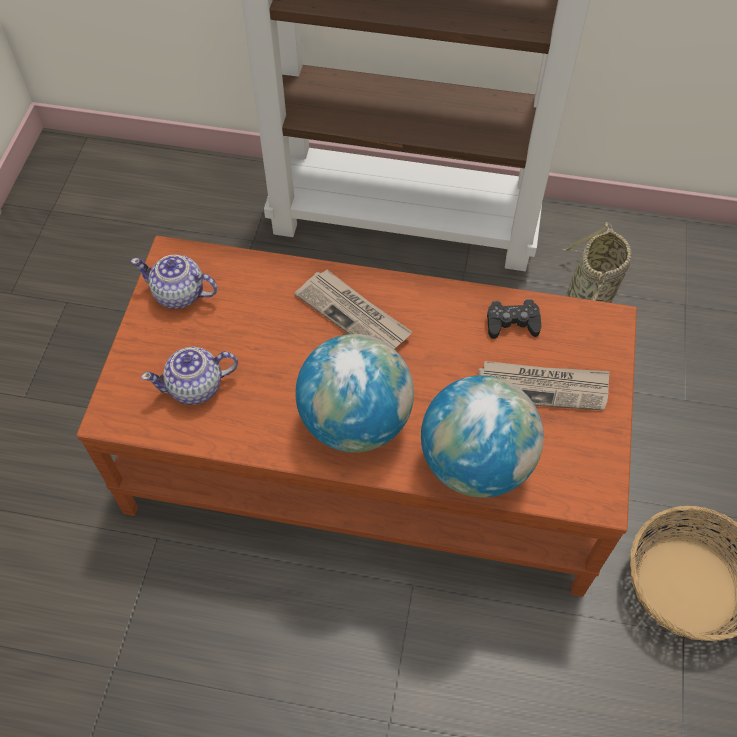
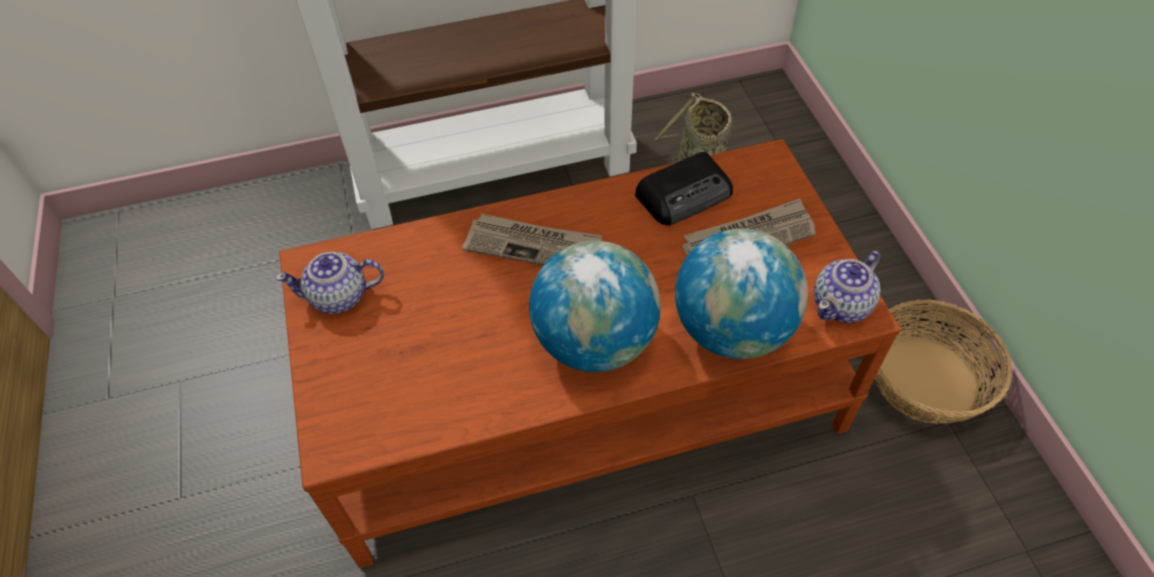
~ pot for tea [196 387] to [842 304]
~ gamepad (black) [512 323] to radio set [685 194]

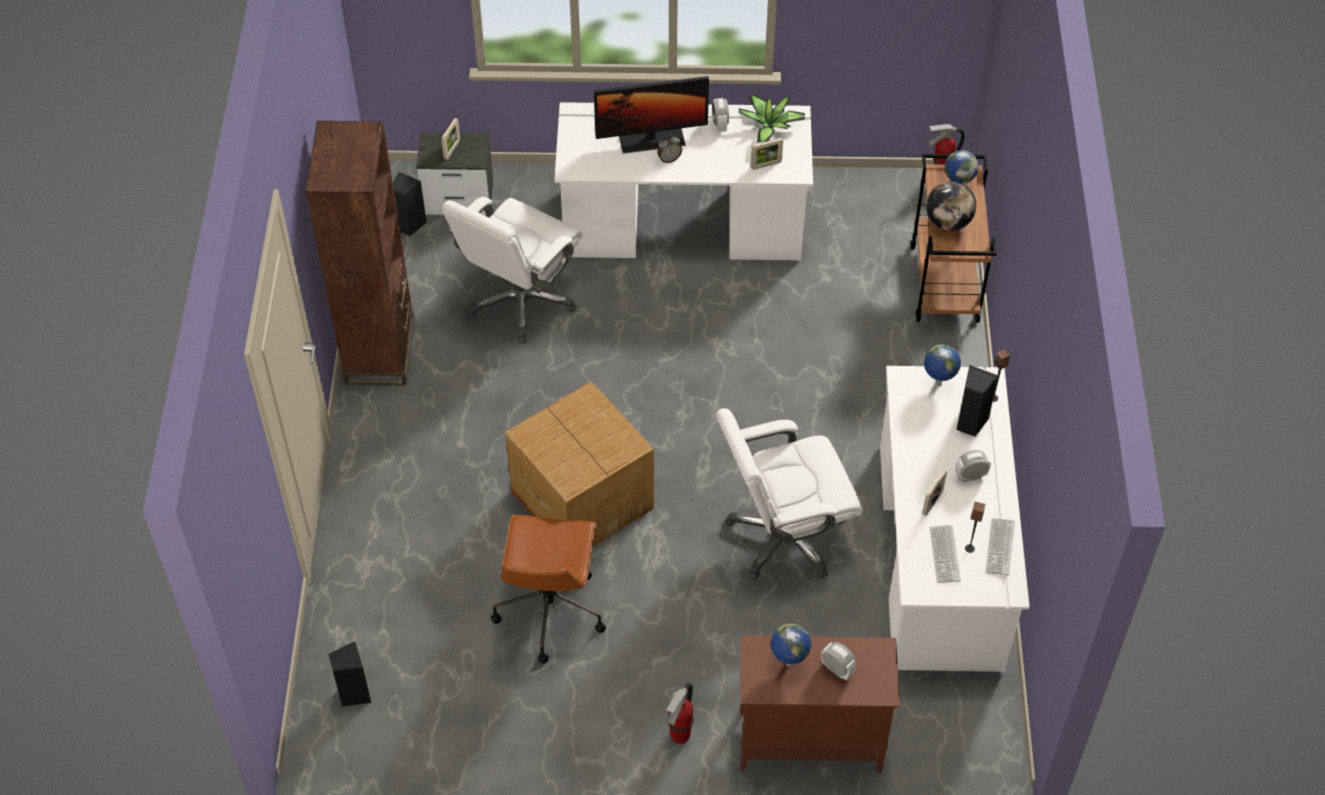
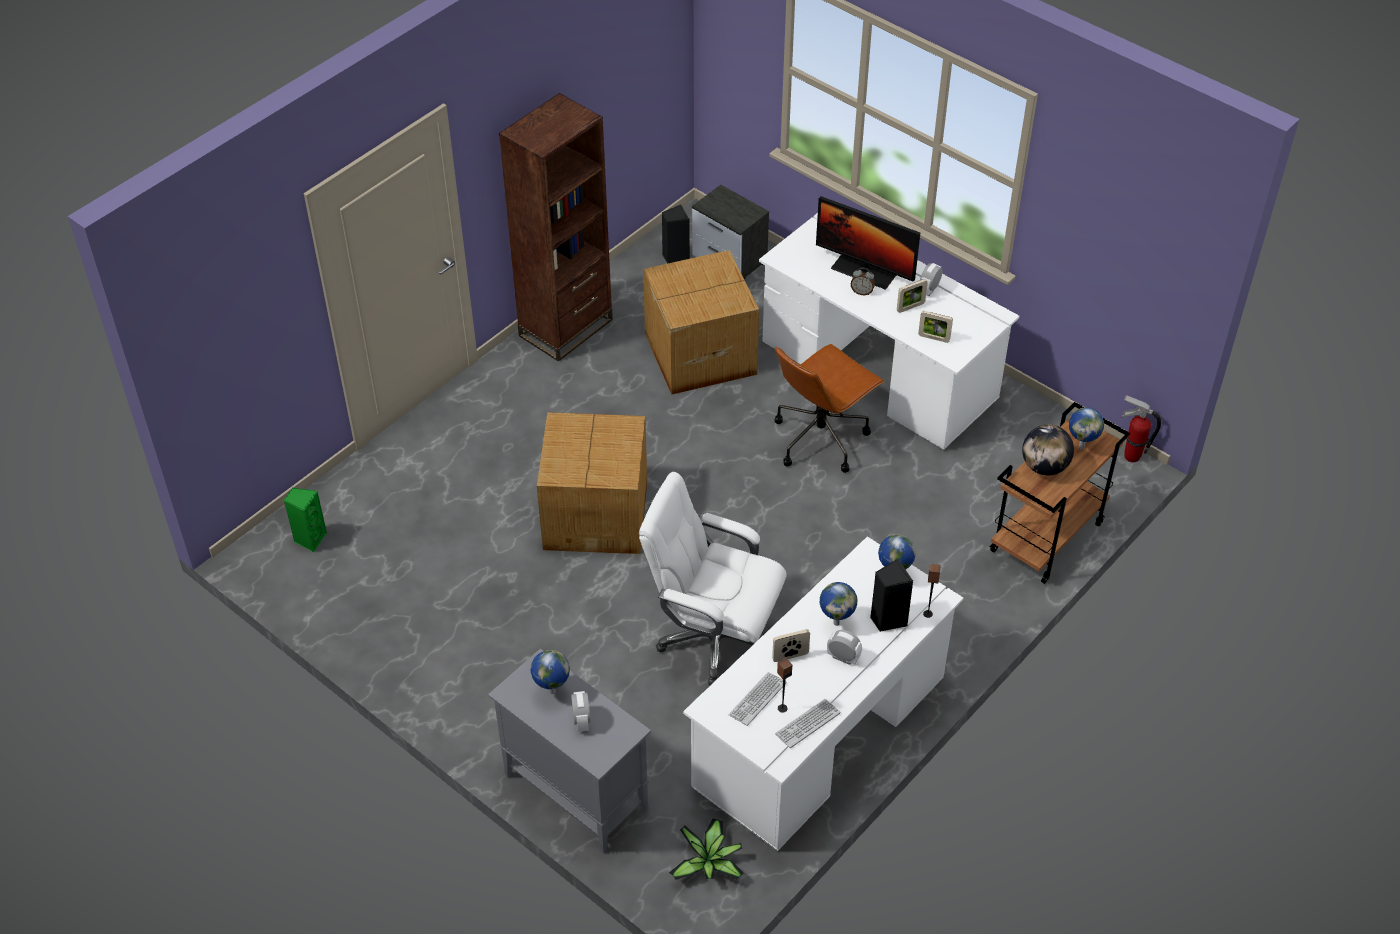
- fire extinguisher [679 736]
+ desk globe [836 622]
~ photo frame [452 149] to [910 307]
~ desk chair (brown-coloured) [550 610] to [821 438]
~ plant in a pot [770 126] to [709 862]
~ desk chair (white-coloured) [520 301] to packing box [698 353]
~ speaker (black) [354 693] to speaker (greenish) [310 539]
~ cabinet (brown-coloured) [808 741] to cabinet (gray) [574 791]

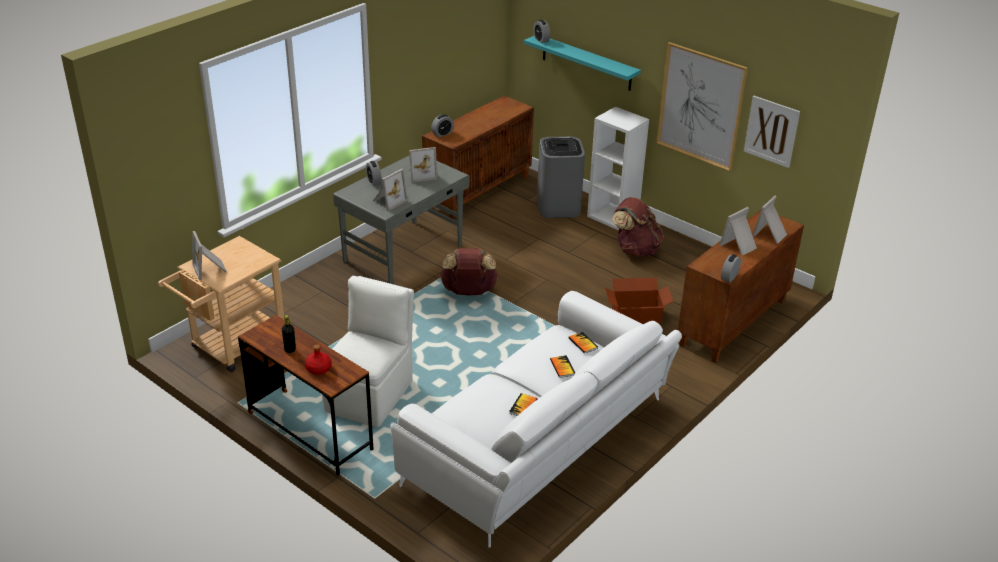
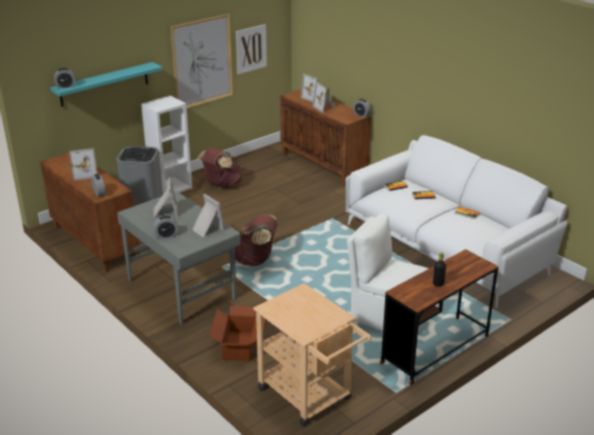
- beverage bottle (red-coloured) [318 368]
~ photo frame [210 269] to [85 174]
~ packing box [635 316] to [239 346]

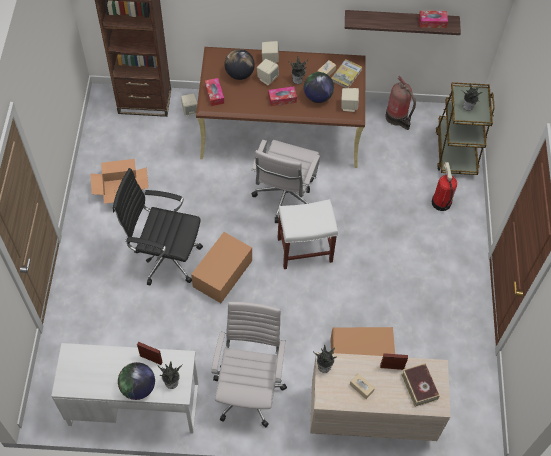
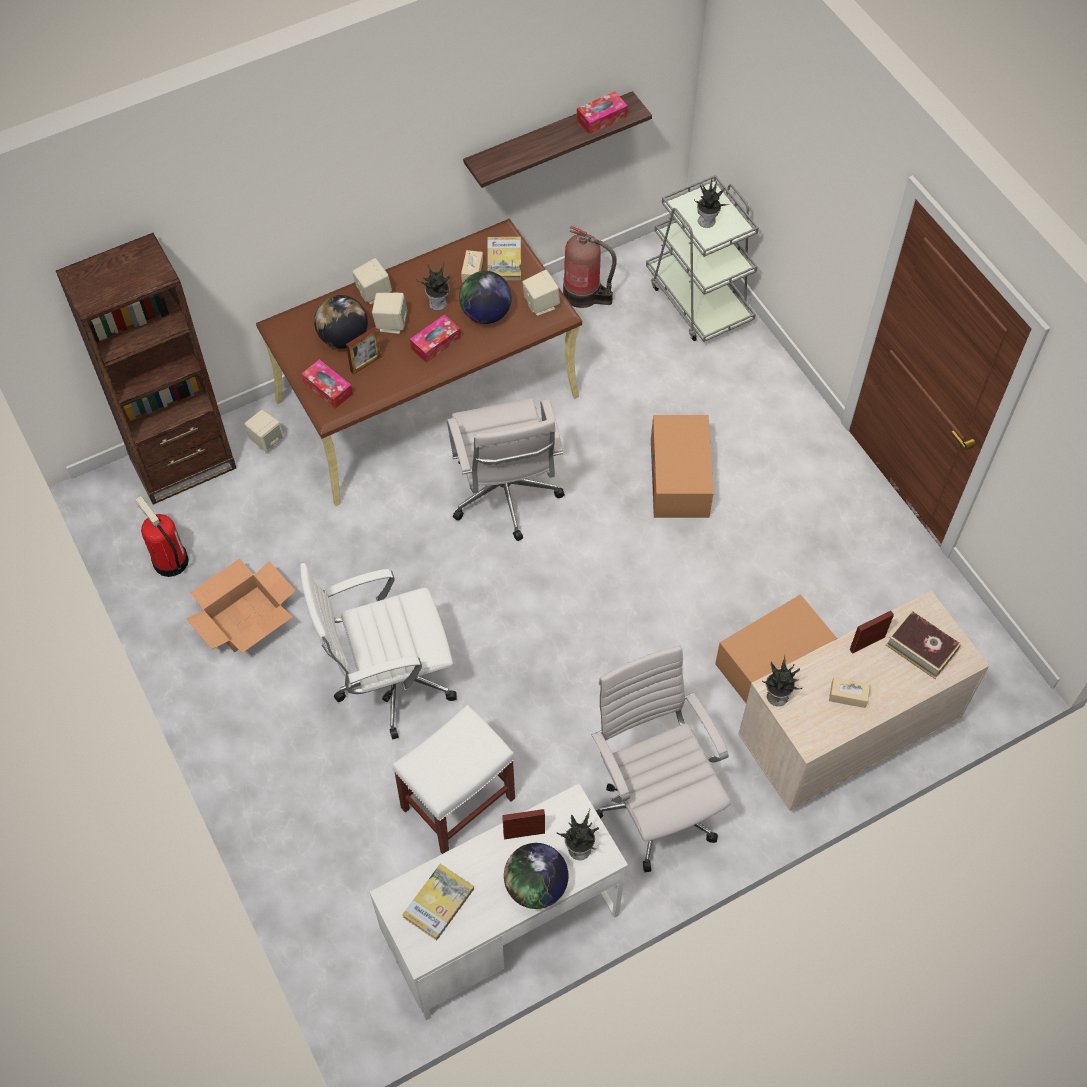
+ photo frame [366 364]
+ book [438 903]
~ packing box [222 273] to [679 478]
~ stool seat (white-coloured) [305 249] to [459 802]
~ fire extinguisher [441 202] to [170 561]
~ desk chair (black) [165 257] to desk chair (white-coloured) [389 683]
~ wheeled cart (brown-coloured) [456 151] to wheeled cart (gray) [699 300]

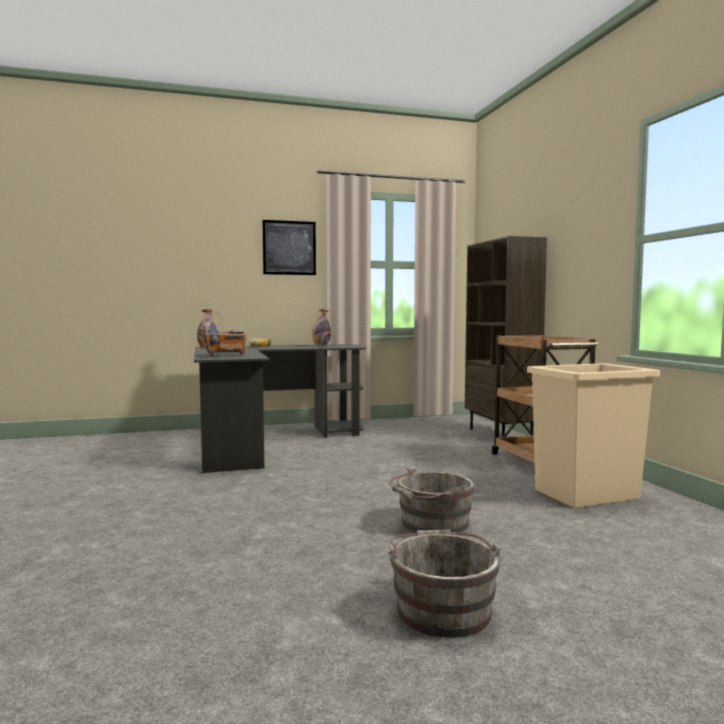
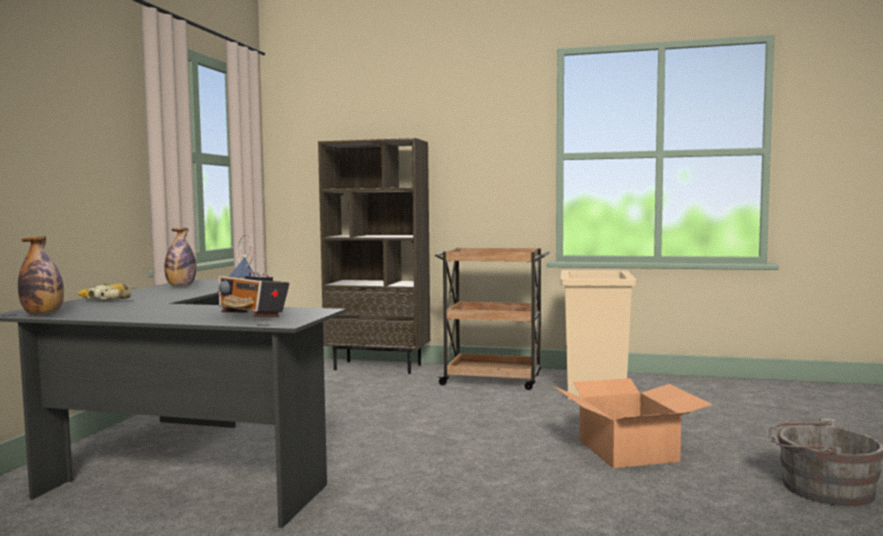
- wall picture [289 248]
~ pail (gray) [431 524] to packing box [628 450]
~ radio set [226 355] = [252 316] 120 degrees clockwise

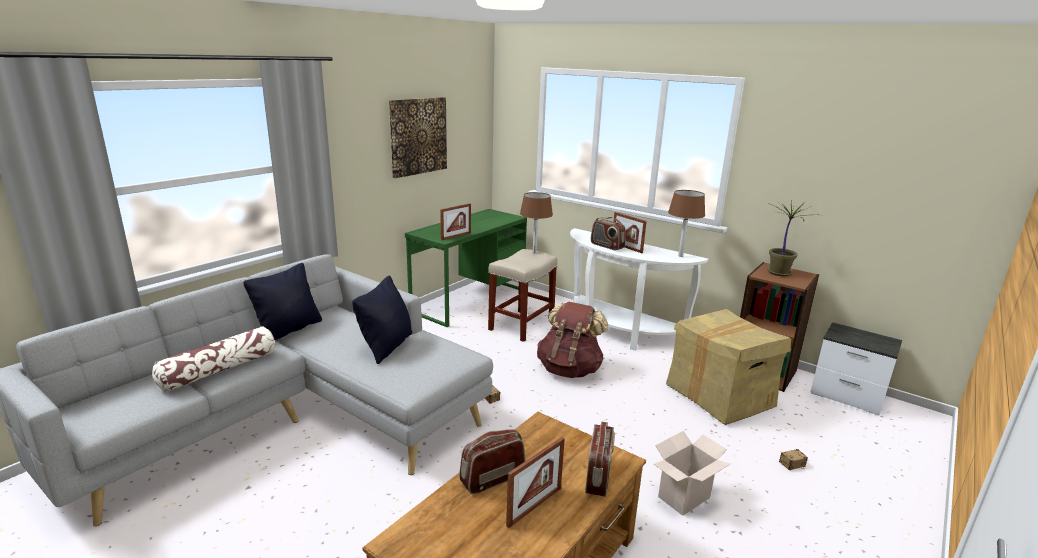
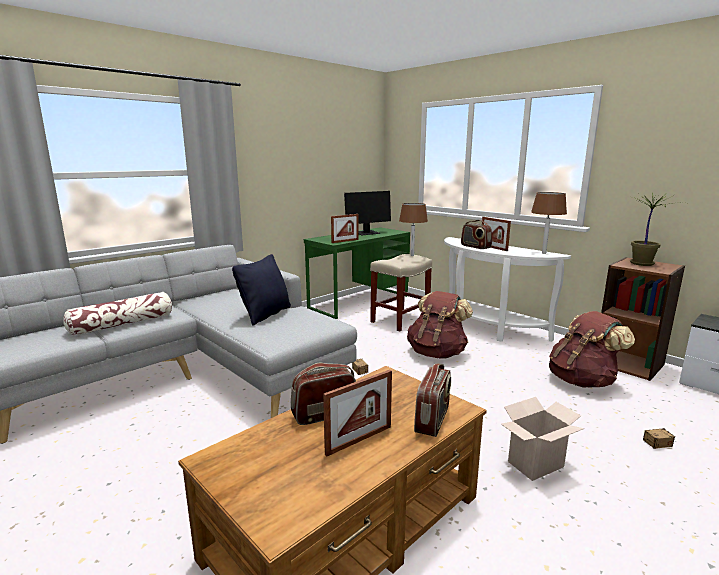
- pillow (black) [289 330]
- wall picture [418 136]
+ computer screen [366 233]
~ packing box [720 396] to backpack (brown-coloured) [582 381]

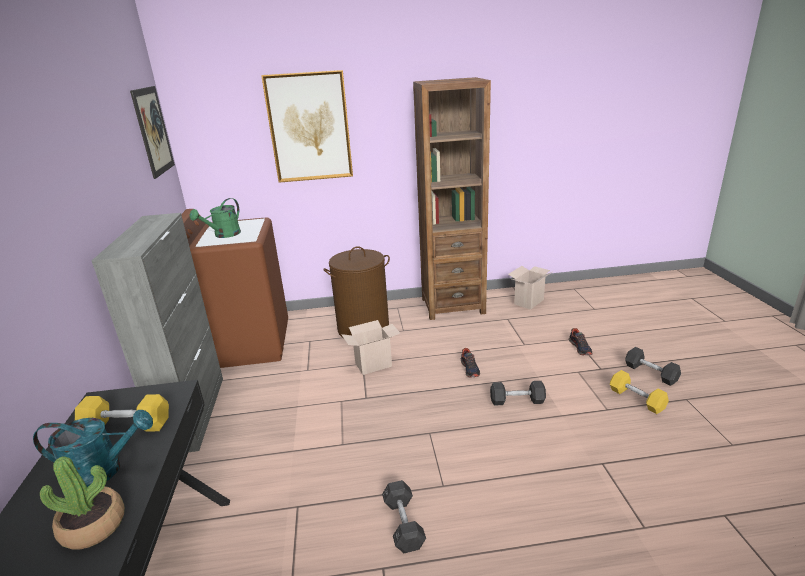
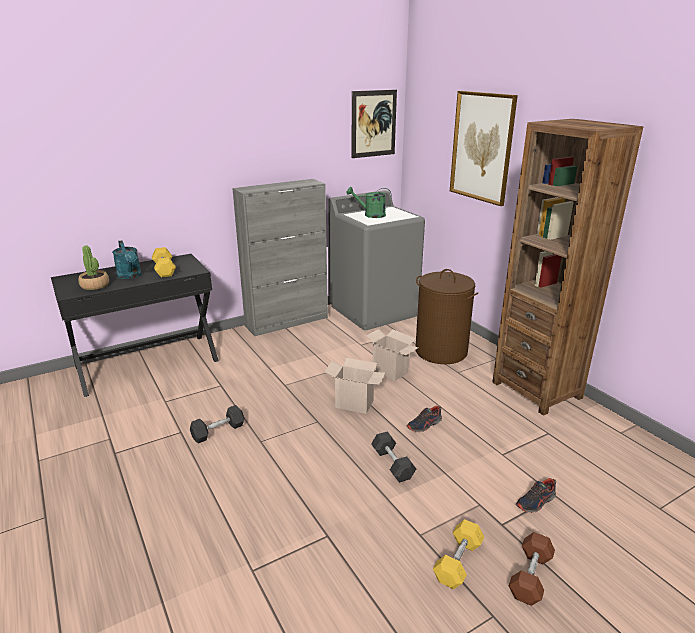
~ packing box [528 301] to [355 404]
~ washing machine (brown-coloured) [246 344] to washing machine (gray) [374 311]
~ free weight (gray) [650 373] to free weight (brown-coloured) [530 576]

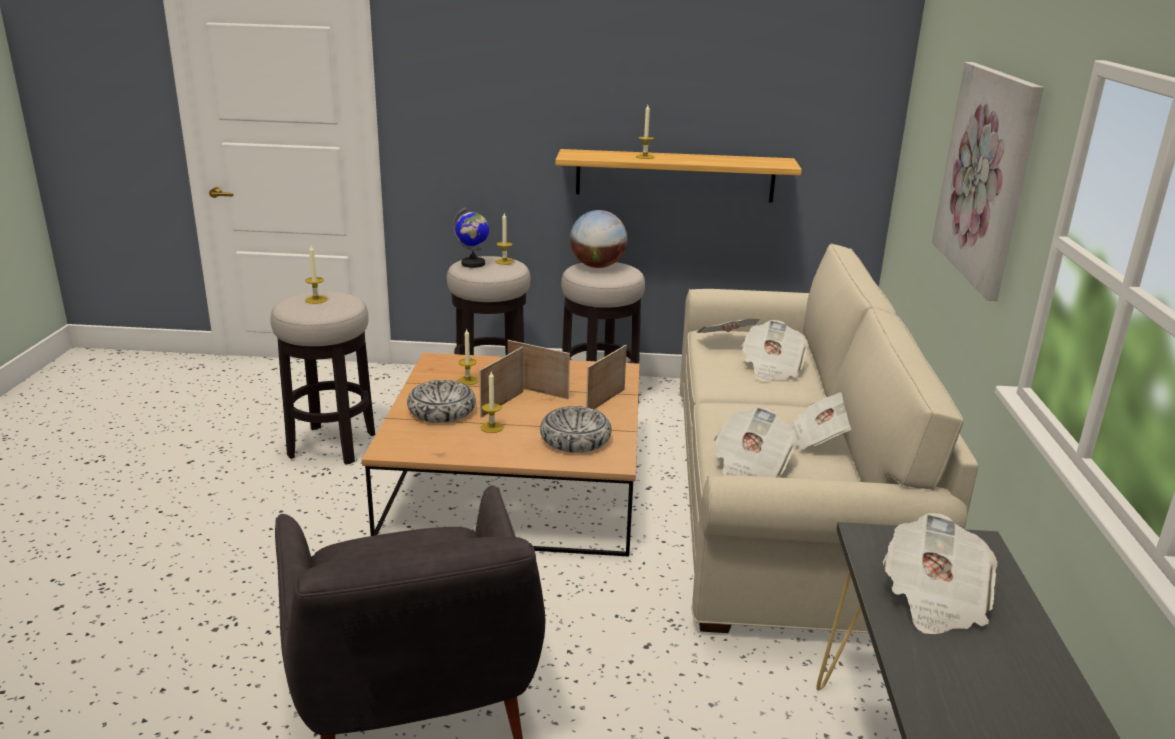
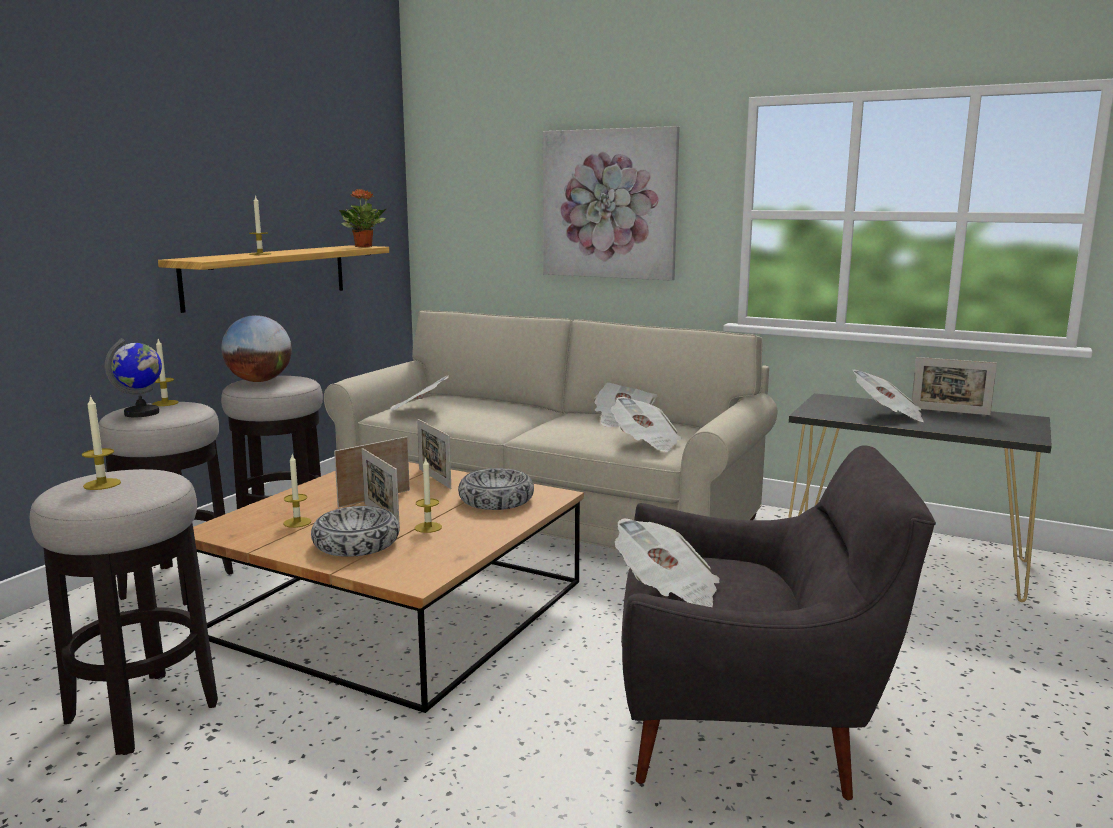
+ plant in a pot [364 246]
+ photo frame [950 411]
~ newspaper [771 368] to [667 590]

